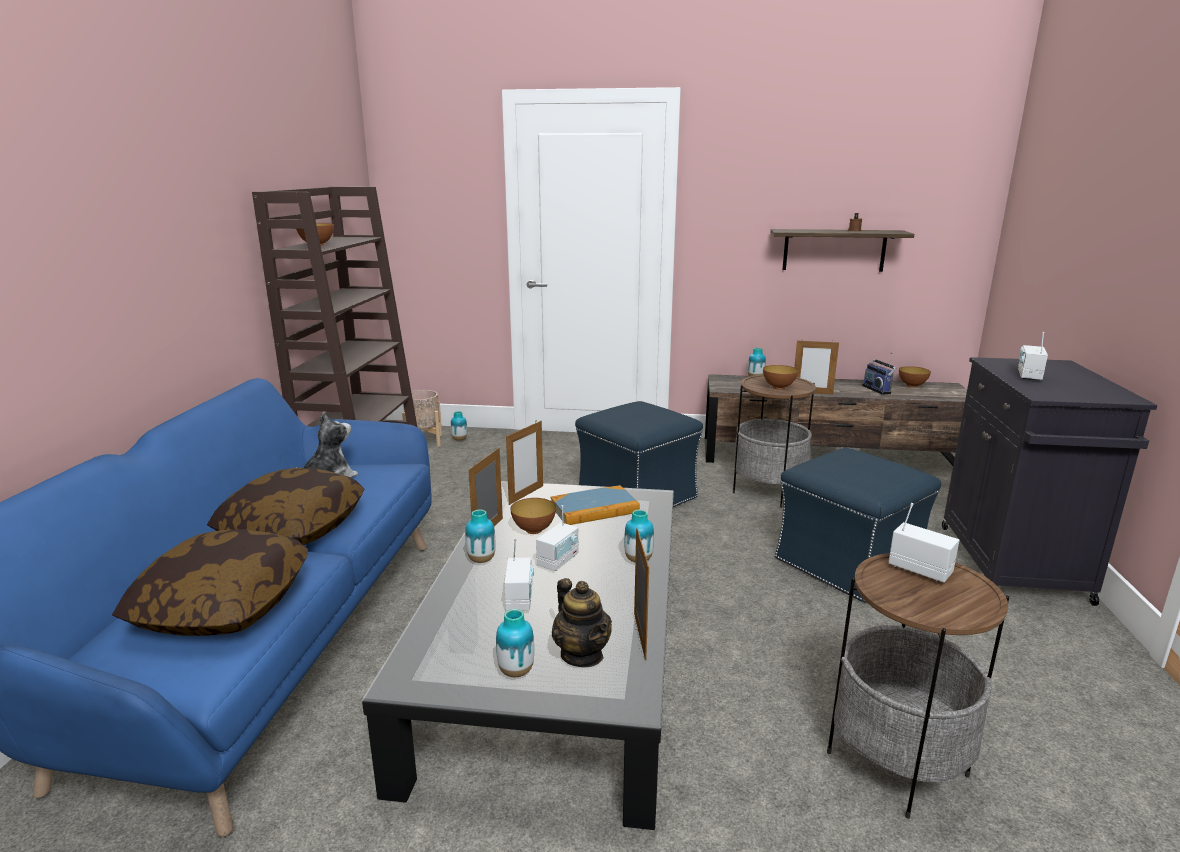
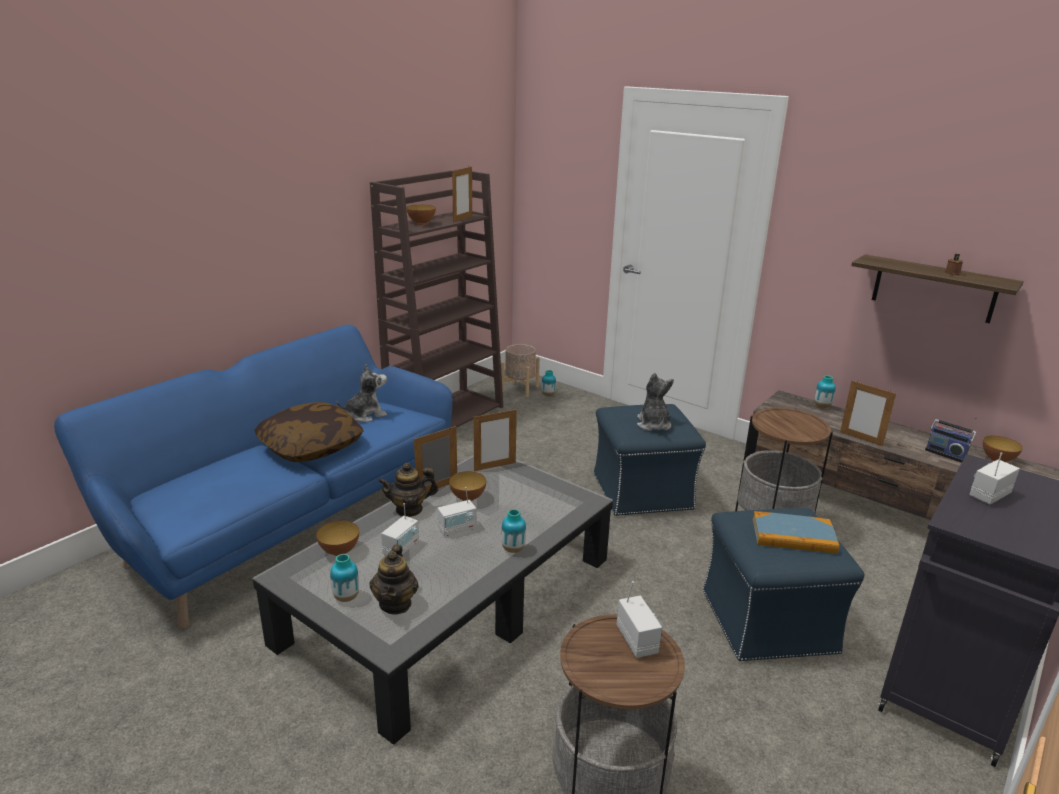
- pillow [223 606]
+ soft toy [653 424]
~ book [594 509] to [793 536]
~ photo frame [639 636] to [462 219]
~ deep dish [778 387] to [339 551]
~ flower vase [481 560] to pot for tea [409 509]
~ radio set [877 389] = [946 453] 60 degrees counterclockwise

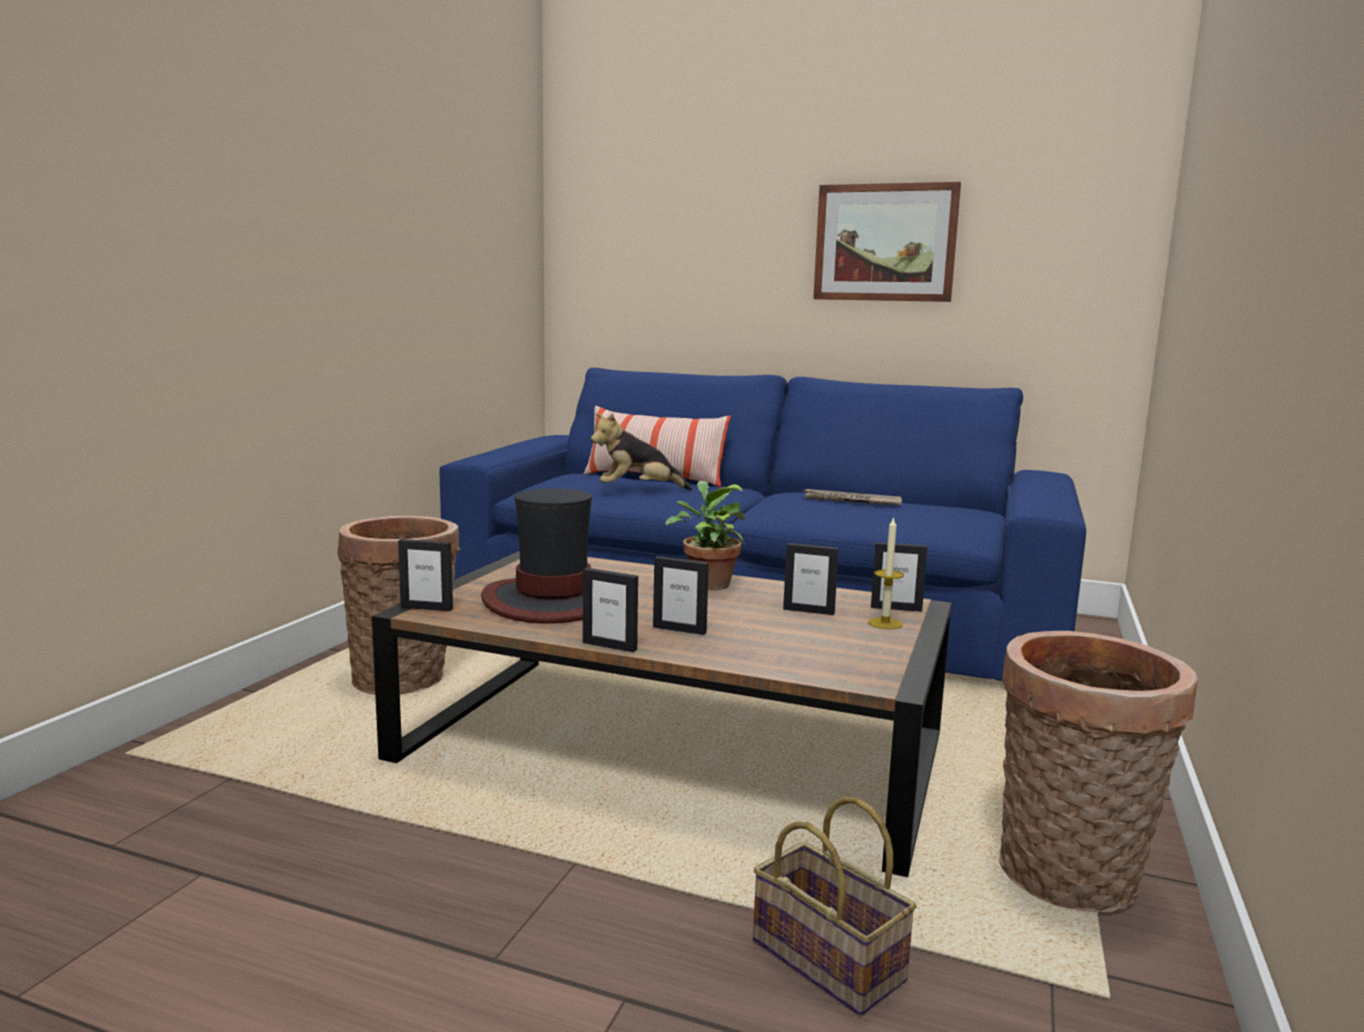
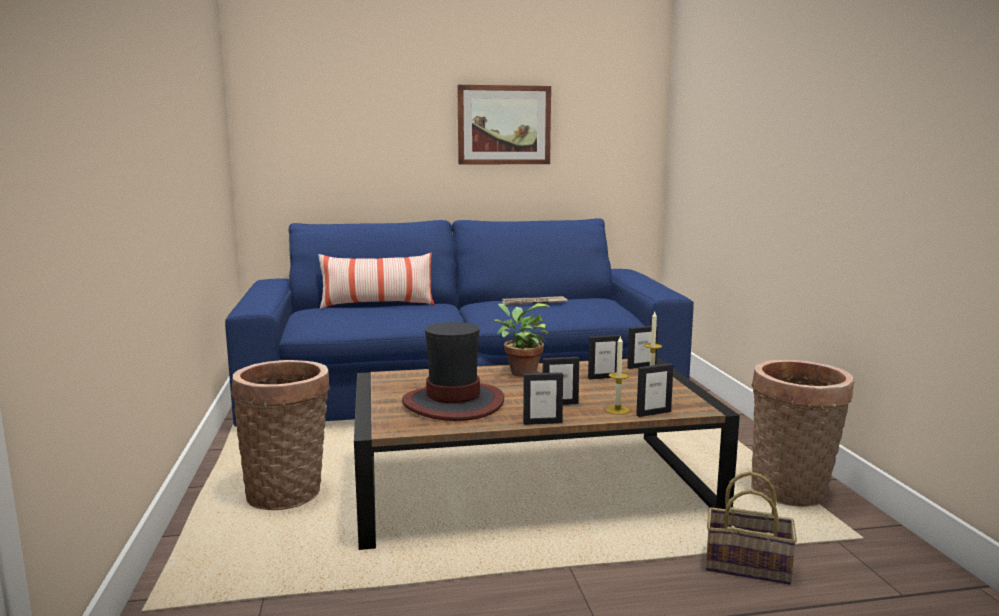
- soft toy [638 491]
+ wax candle [617 410]
~ photo frame [427 608] to [653 413]

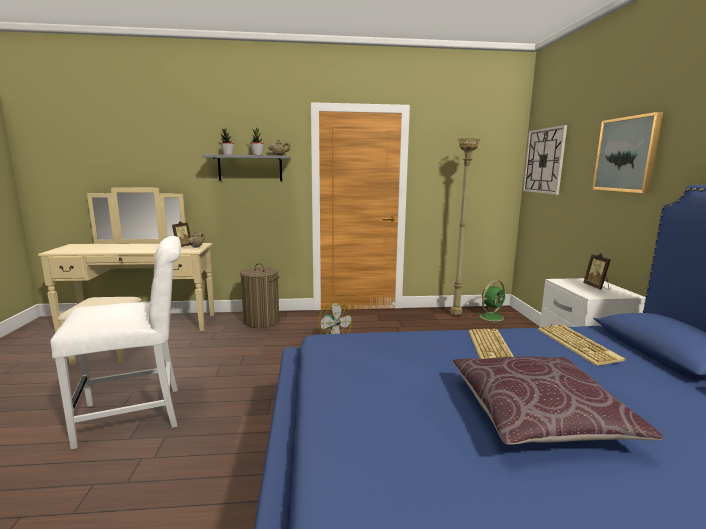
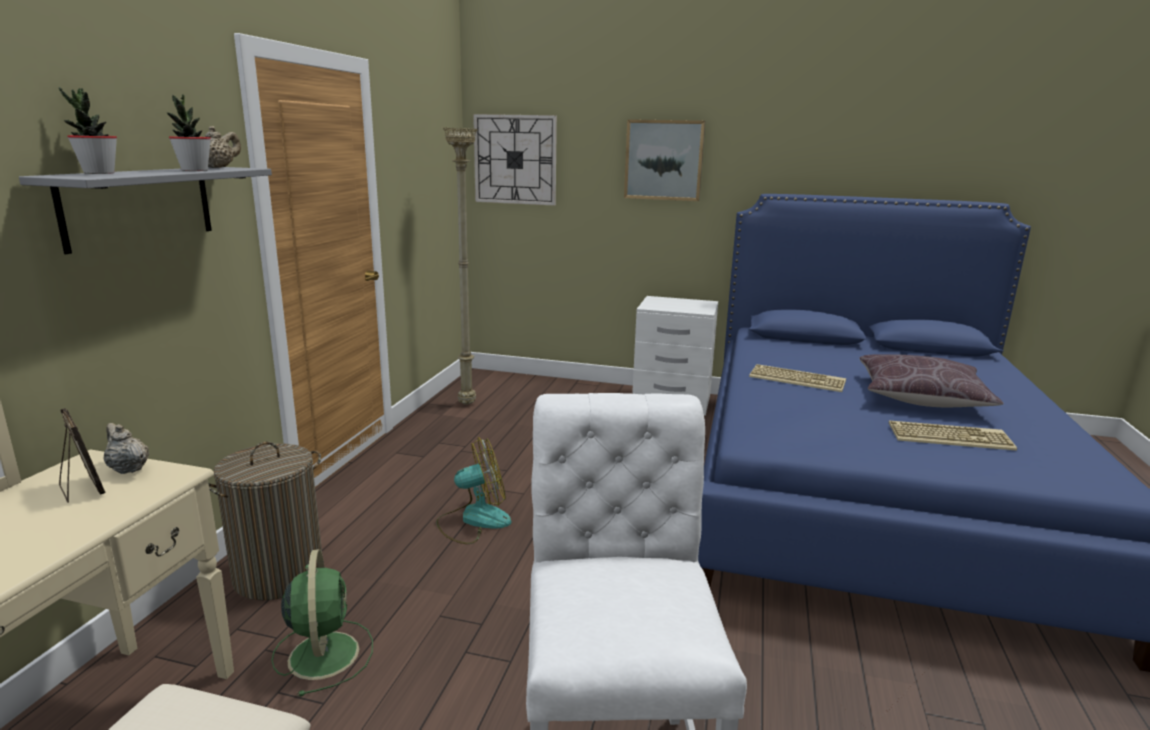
- photo frame [596 287]
~ electric fan (greenish) [492 317] to [324 653]
~ computer keyboard [579 345] to [950 436]

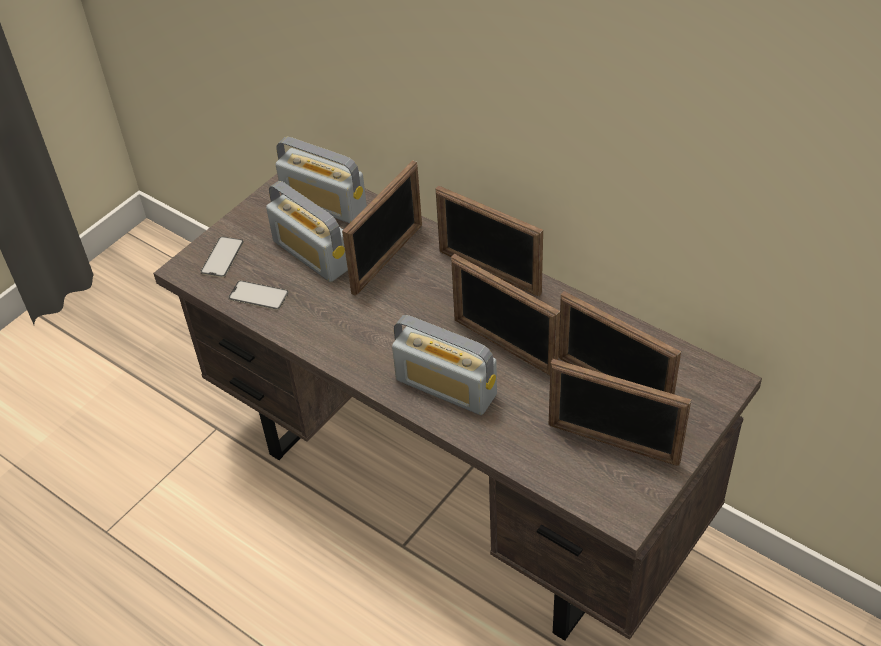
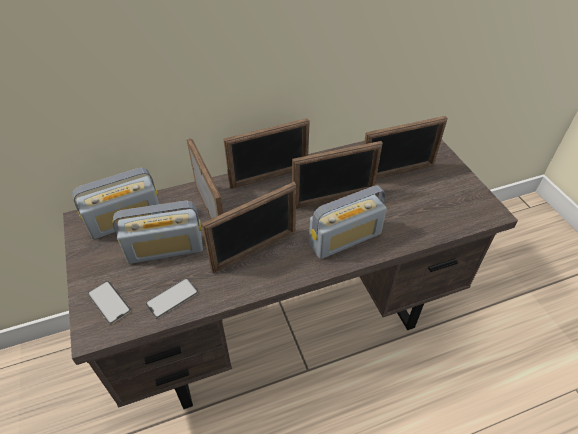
~ photo frame [613 443] to [255 251]

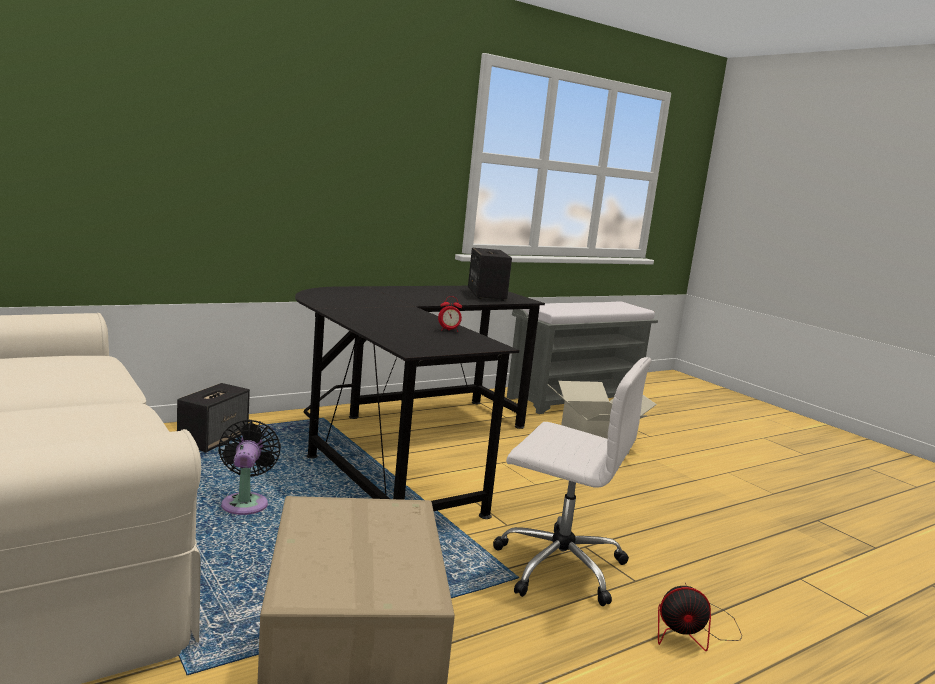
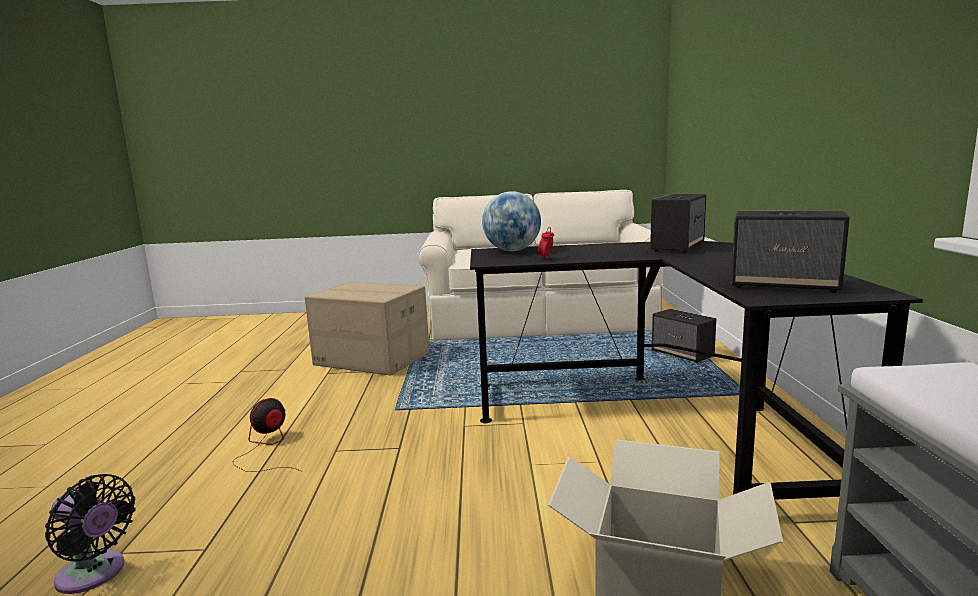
- desk chair (white-coloured) [557 565]
+ desk globe [512 250]
+ speaker [677 247]
~ electric fan (black) [245 502] to [94 575]

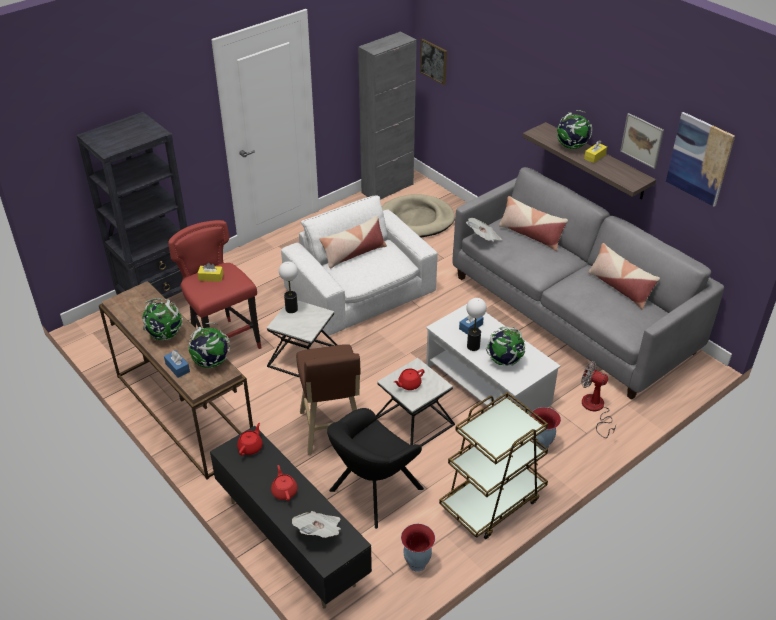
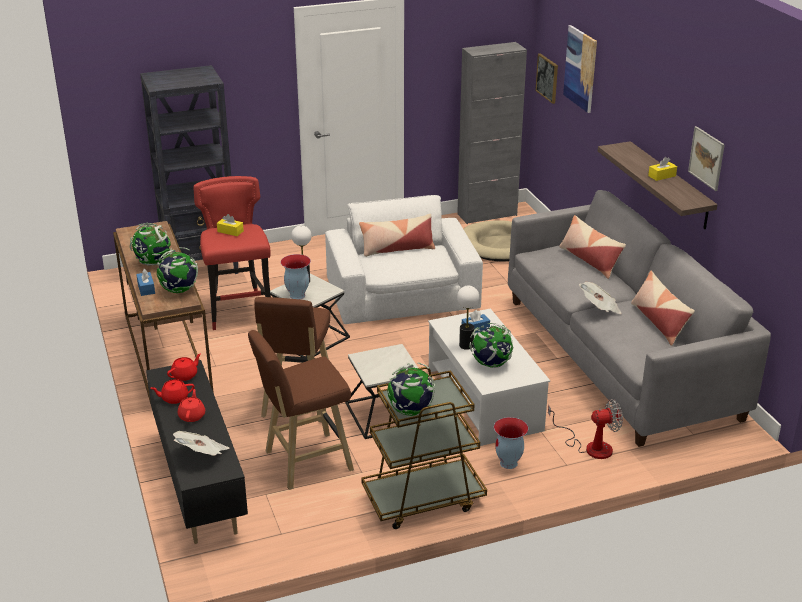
~ pot for tea (red-coloured) [409 384] to [174 398]
~ flower vase [416 564] to [297 295]
~ newspaper [483 238] to [599 308]
~ desk globe [571 147] to [410 411]
~ wall picture [699 159] to [580 68]
~ armchair (black) [372 492] to stool seat (brown-coloured) [304 462]
~ electric fan [595 409] = [590 446] 120 degrees clockwise

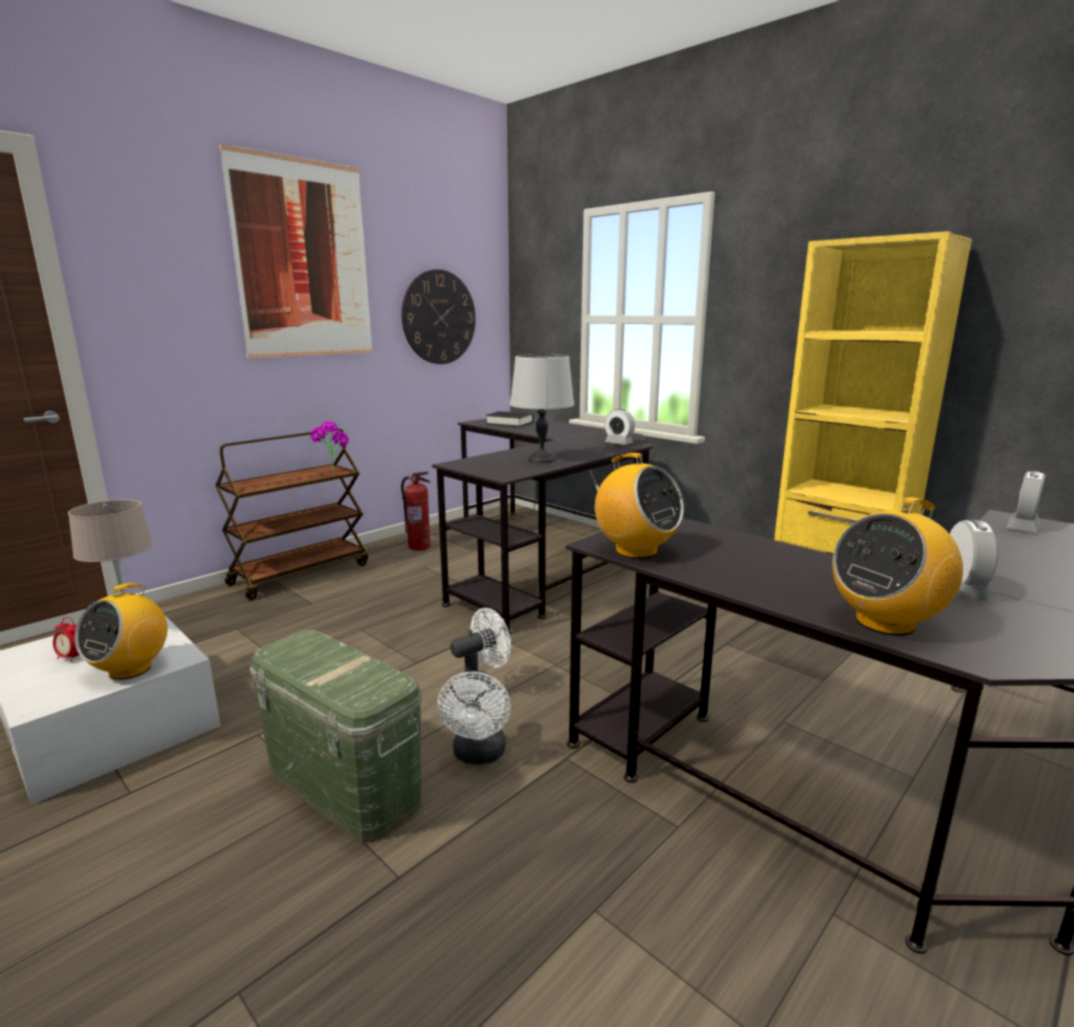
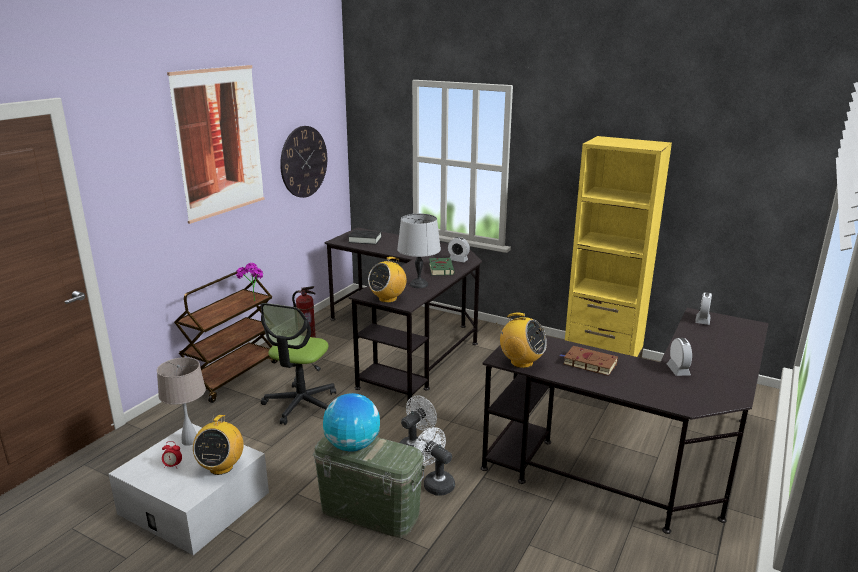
+ desk chair [301 404]
+ desk globe [352 446]
+ book (greenish) [441 268]
+ book (brown-coloured) [588 363]
~ radio set [885 622] to [388 299]
~ electric fan (white-coloured) [478 755] = [435 483] 150 degrees clockwise

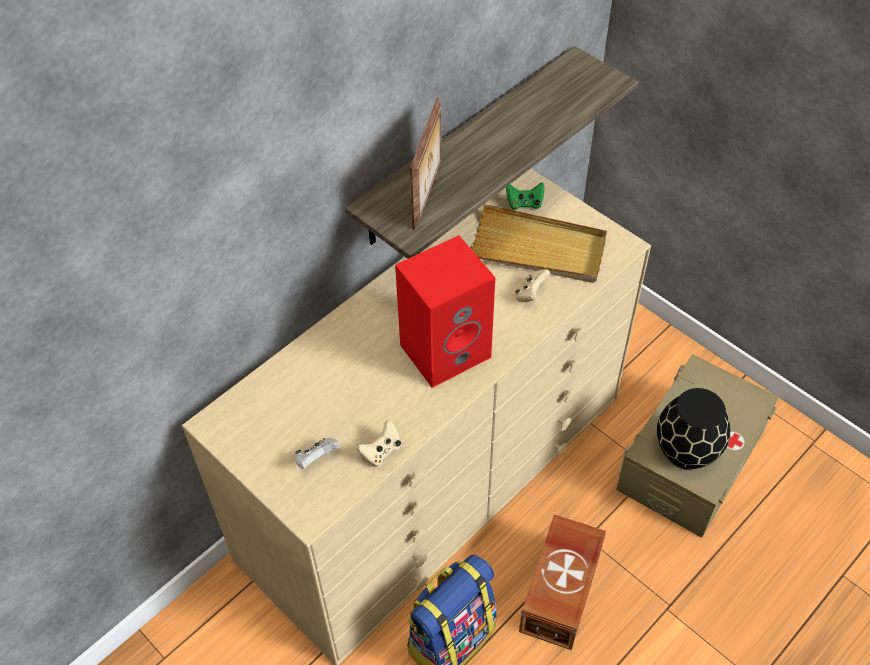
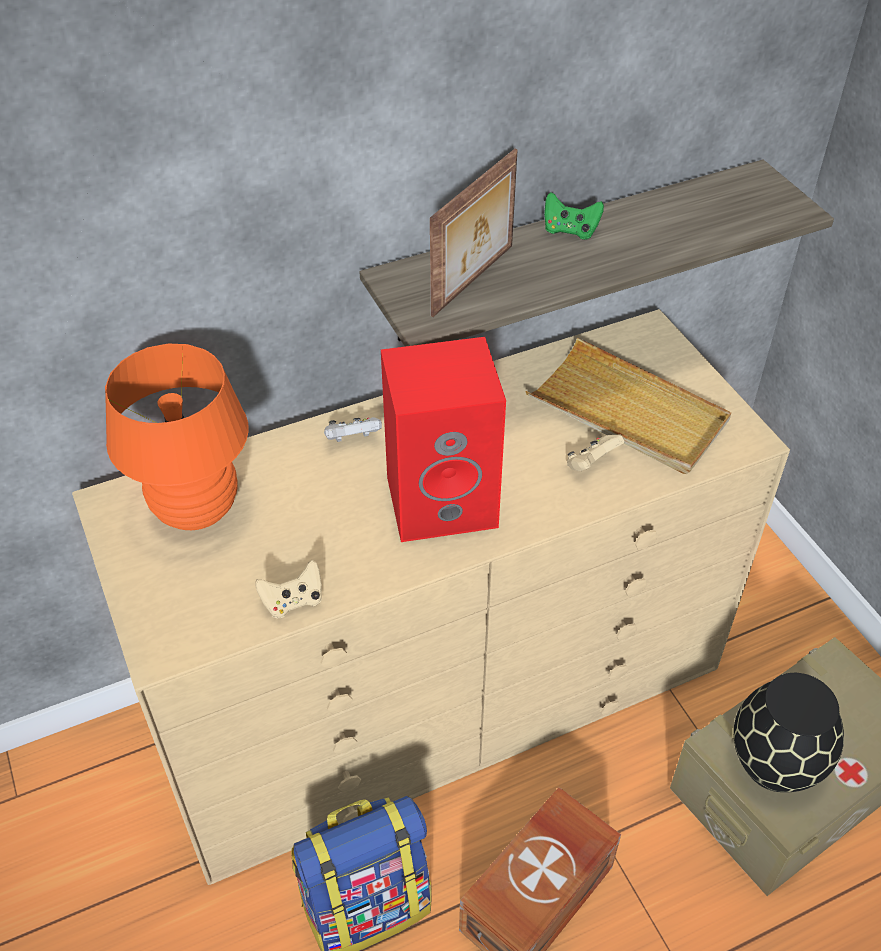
+ lamp for a table (orangey) [196 510]
~ gamepad (white-coloured) [317 459] to [352 440]
~ gamepad (greenish) [524 204] to [570 230]

